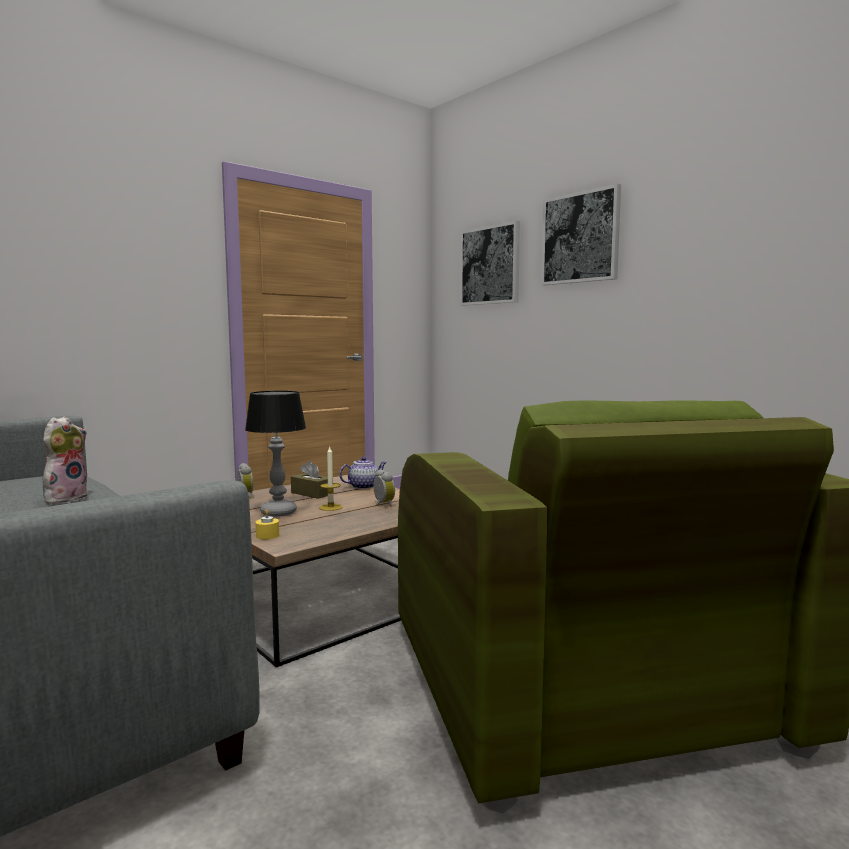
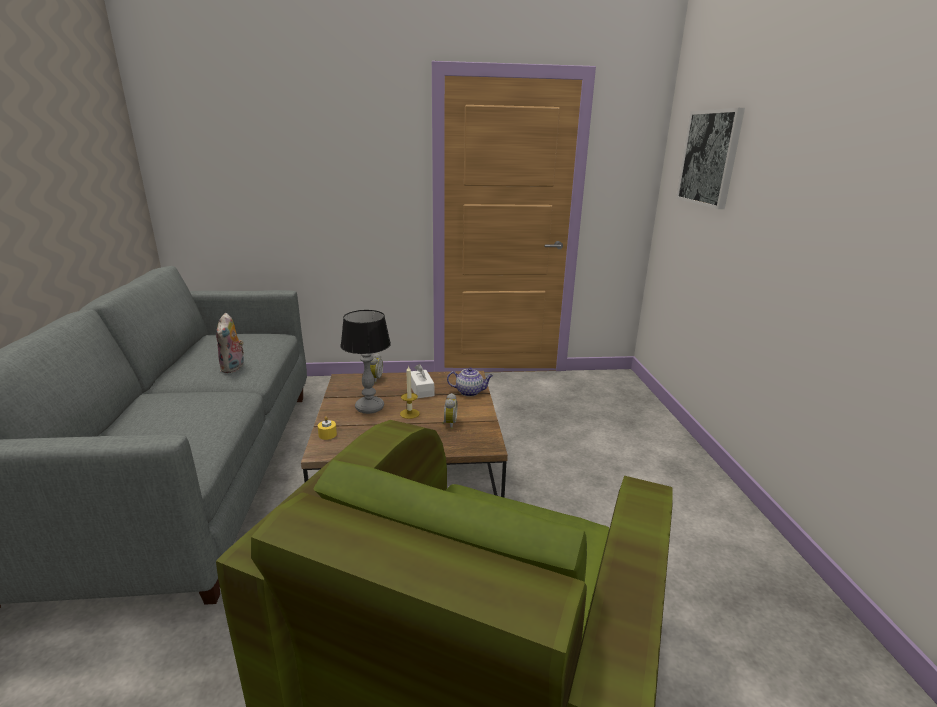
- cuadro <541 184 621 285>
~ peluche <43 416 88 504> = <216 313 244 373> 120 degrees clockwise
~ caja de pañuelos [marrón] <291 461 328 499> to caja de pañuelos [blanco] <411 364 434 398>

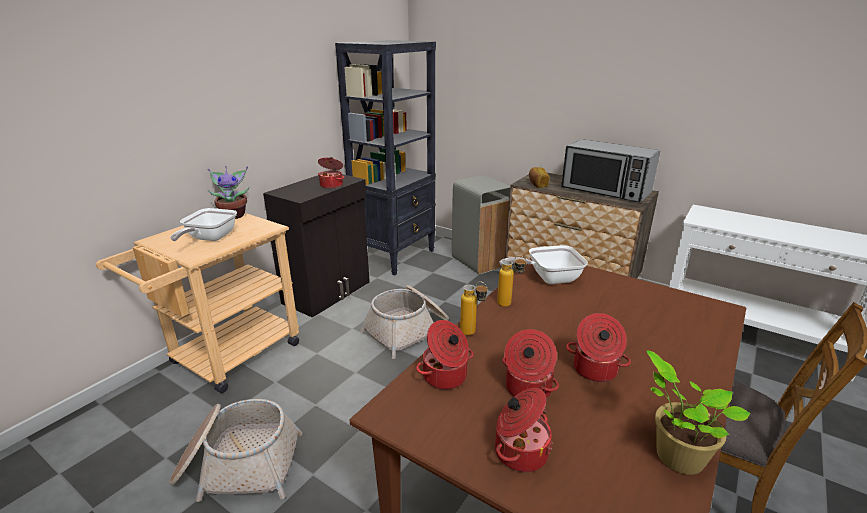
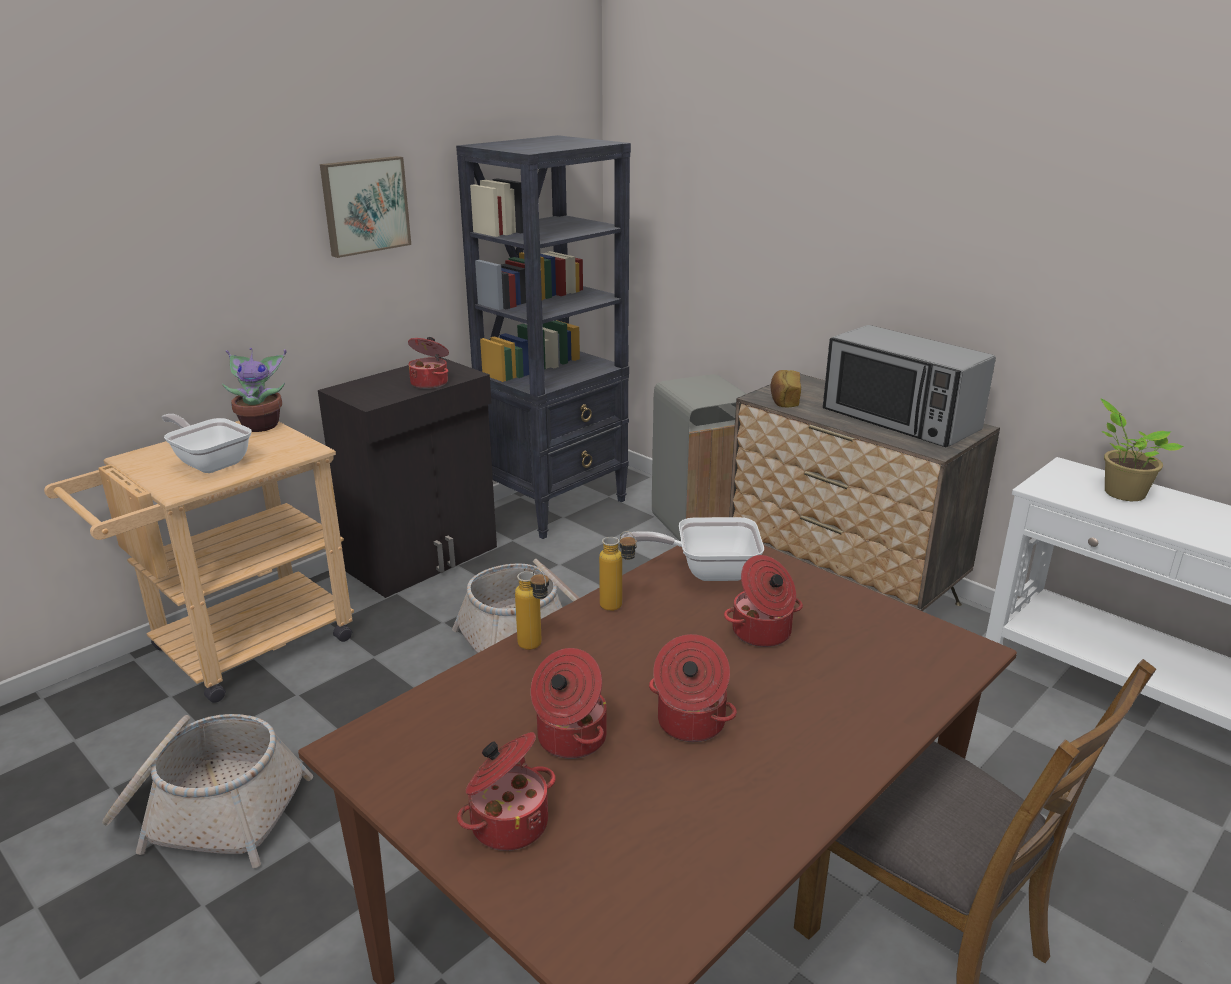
~ sartén <170 208 237 241> = <162 414 252 473> 105 degrees clockwise
~ olla <416 320 474 390> to <724 555 803 647>
~ planta en maceta <647 350 751 475> to <1101 399 1184 501>
+ cuadro <320 156 411 258>

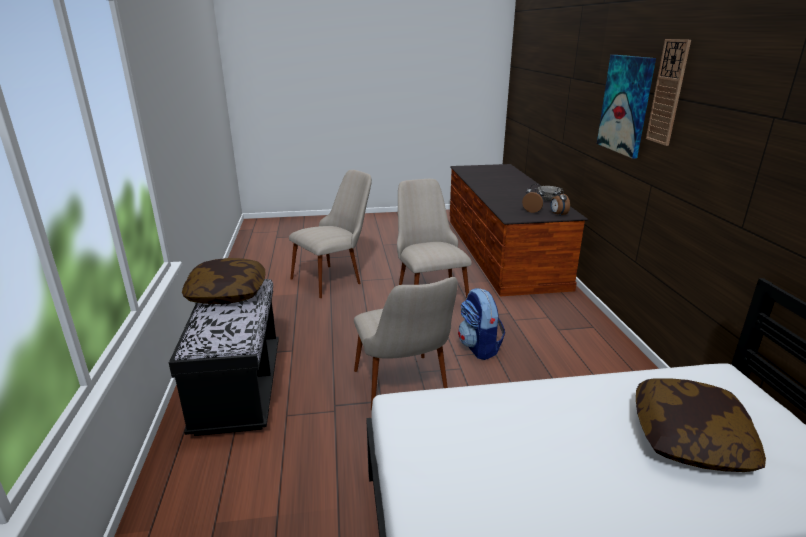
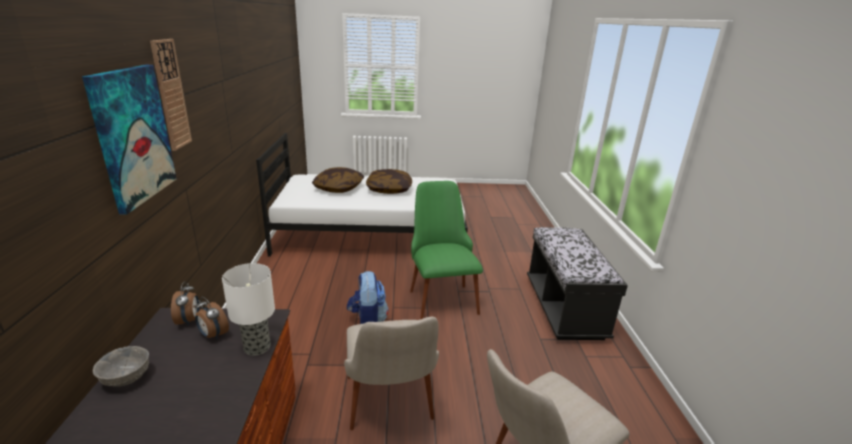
~ cojín <182 258 266 304> to <366 169 412 194>
~ silla [beis] <354 277 458 410> to silla [verde] <410 181 483 319>
+ lámpara de mesa <222 263 275 356>

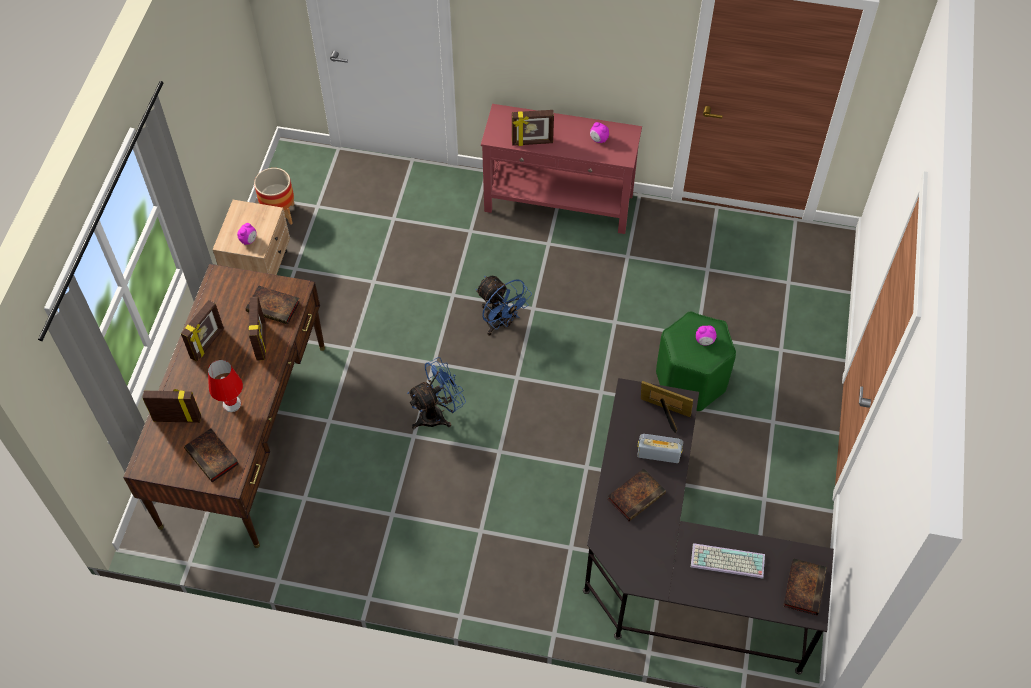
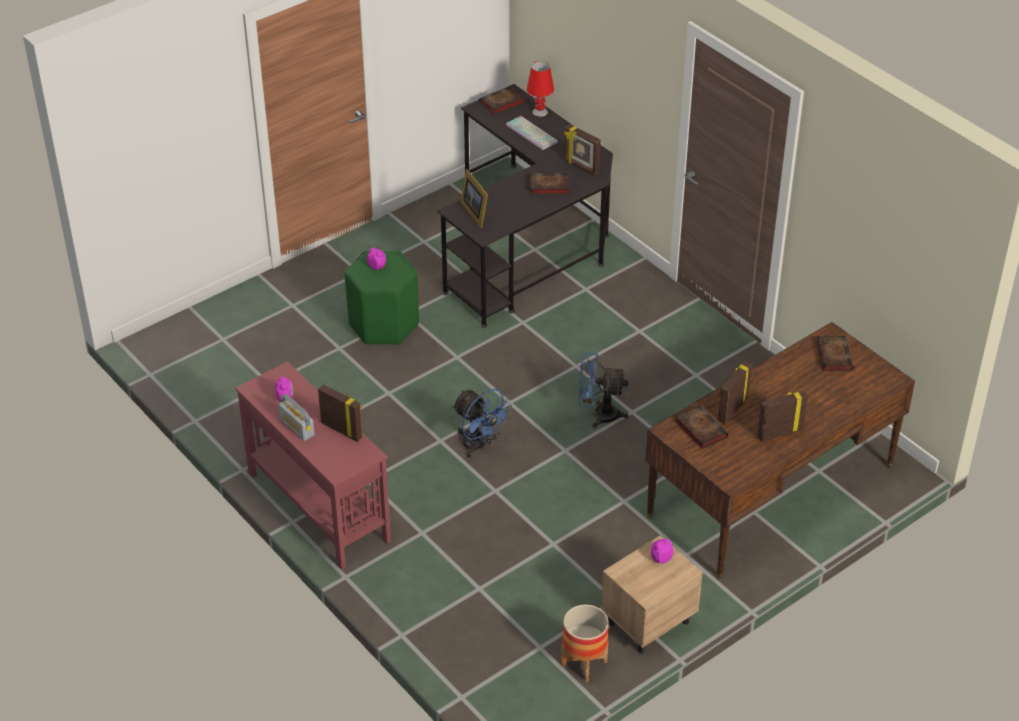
~ ventilador [azul] <476 276 532 336> = <452 389 512 458> 135 degrees clockwise
~ lámpara de mesa [rojo] <208 360 243 412> to <527 61 554 117>
~ portarretratos <142 389 201 423> to <564 124 601 175>
~ radio <637 434 683 463> to <279 394 315 441>

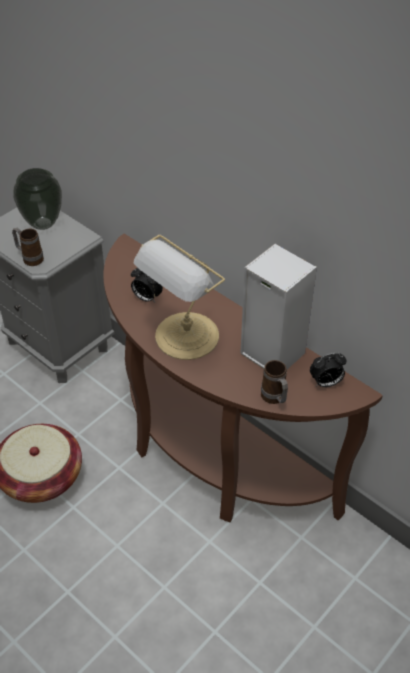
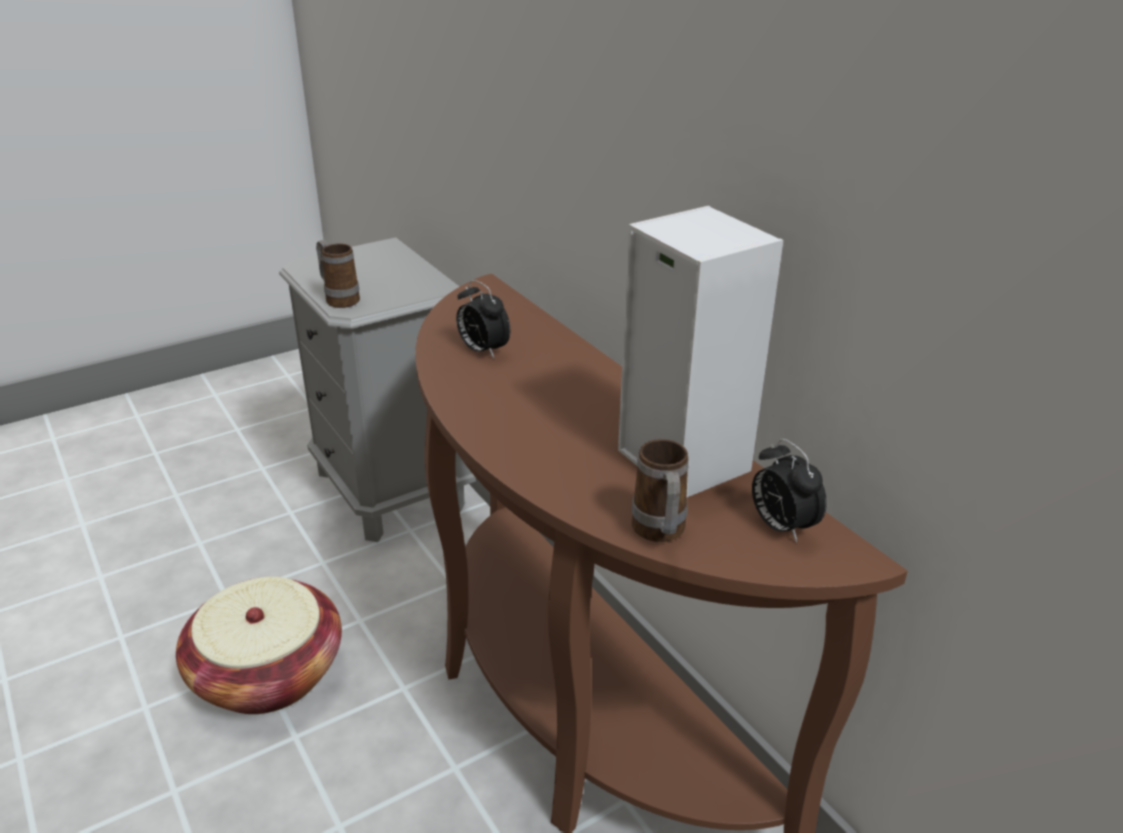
- florero <13 168 62 230>
- lámpara de mesa <133 235 225 360>
~ despertador <310 353 347 387> = <752 438 827 543> 60 degrees clockwise

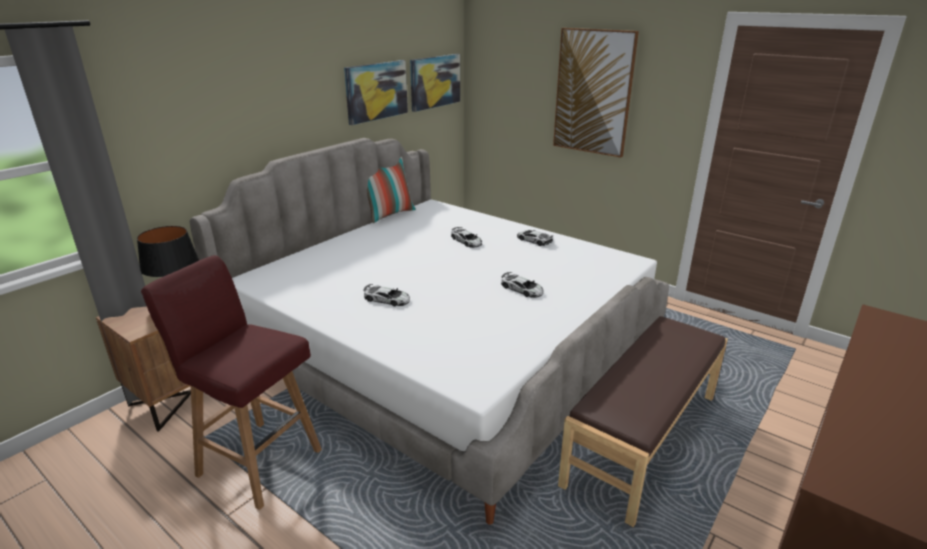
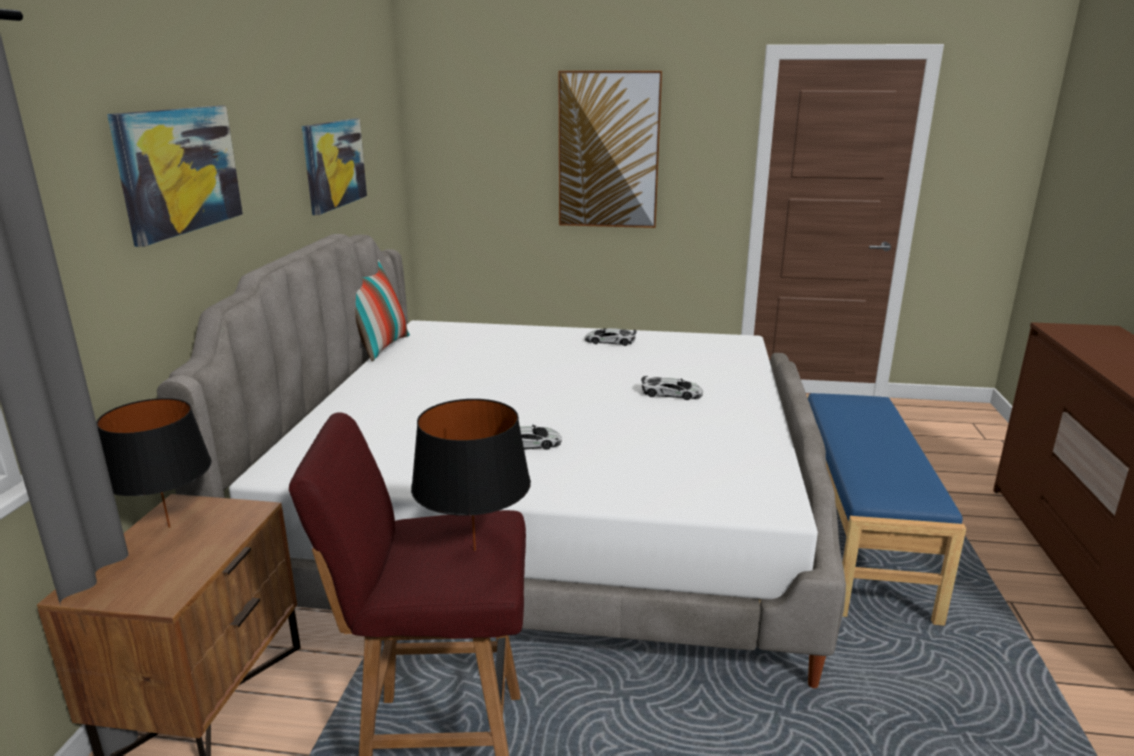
~ cuadro <410 54 460 112> to <107 106 243 247>
- coche de juguete <451 227 482 248>
~ banco [marrón] <558 316 728 527> to banco [azul] <807 393 966 626>
+ lámpara de mesa [negro] <411 399 531 551>

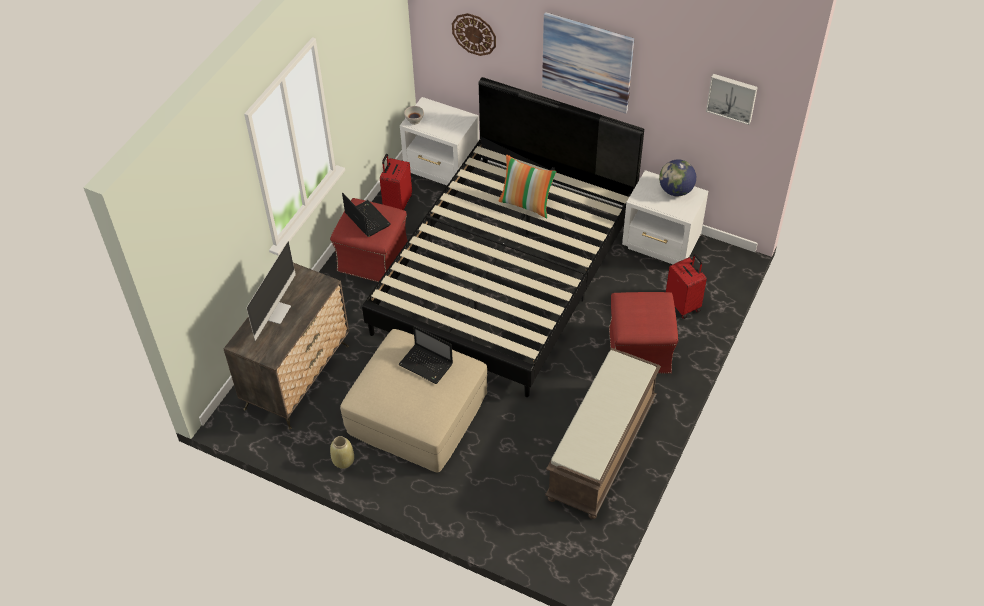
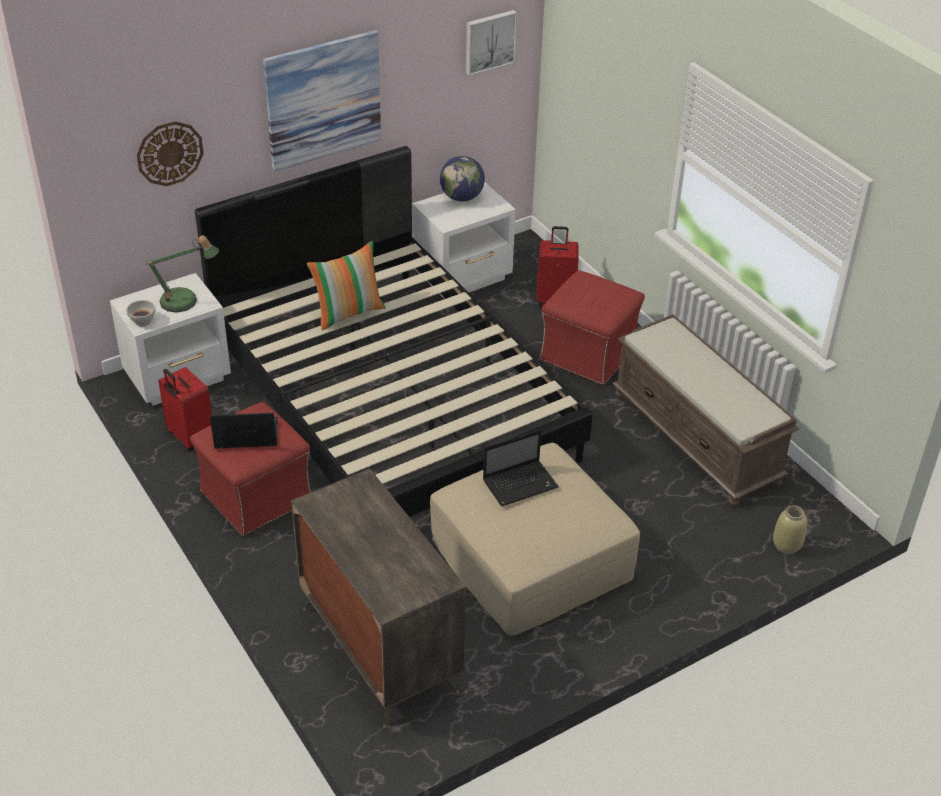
- monitor <246 241 296 341>
~ florero [beis] <330 436 354 469> to <773 506 807 554>
+ lámpara de mesa <148 235 219 313>

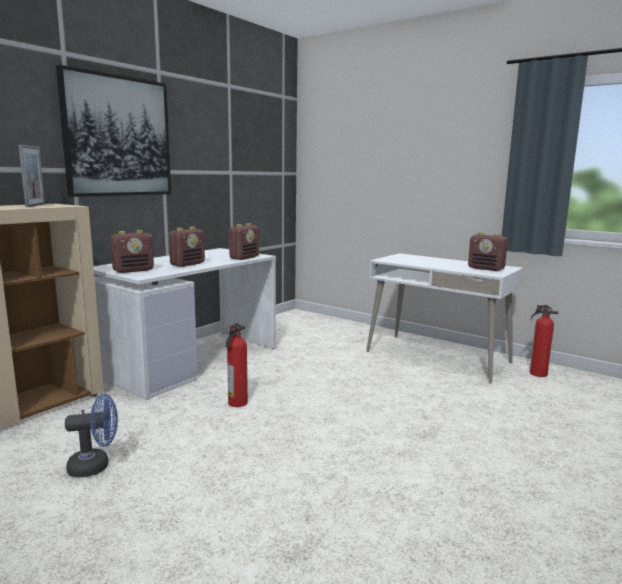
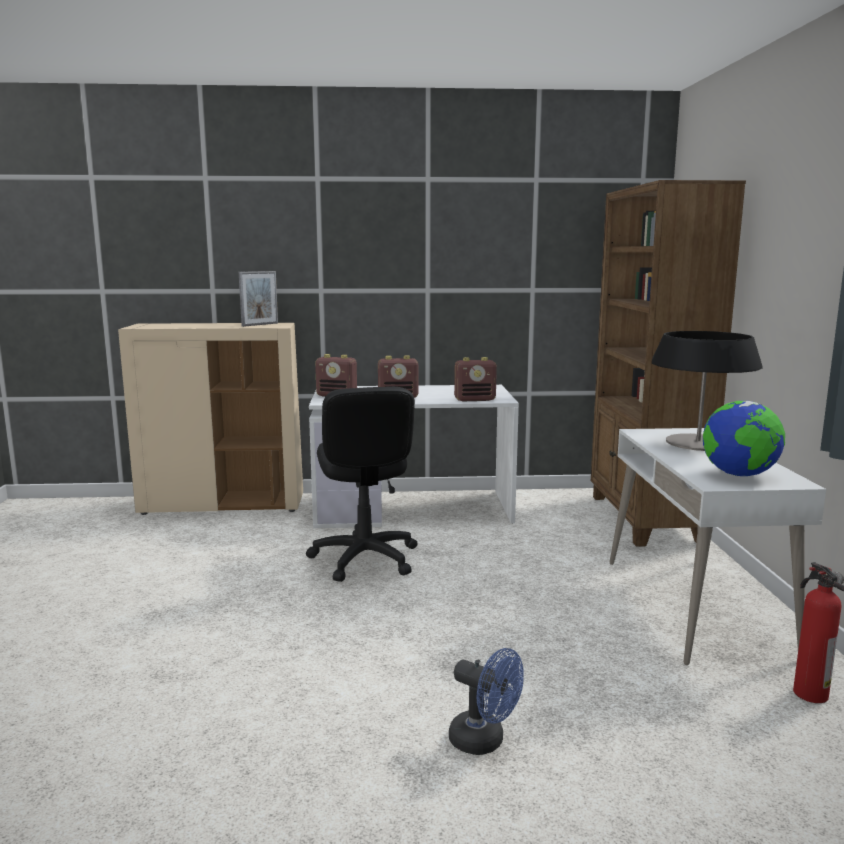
- cuadro <56 65 171 197>
~ radio <468 232 508 271> to globo terráqueo <703 401 785 477>
~ extintor <226 323 248 407> to silla de oficina [negro] <306 387 418 582>
~ ventilador [azul] <65 394 118 478> to <449 648 524 755>
+ estantería [marrón] <591 180 746 547>
+ lámpara de mesa <652 331 763 451>

